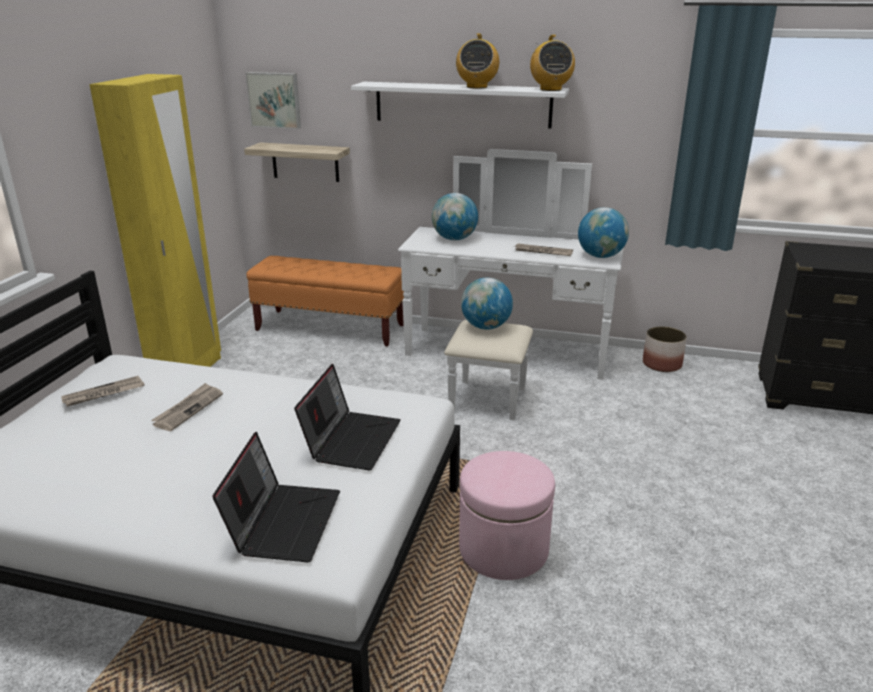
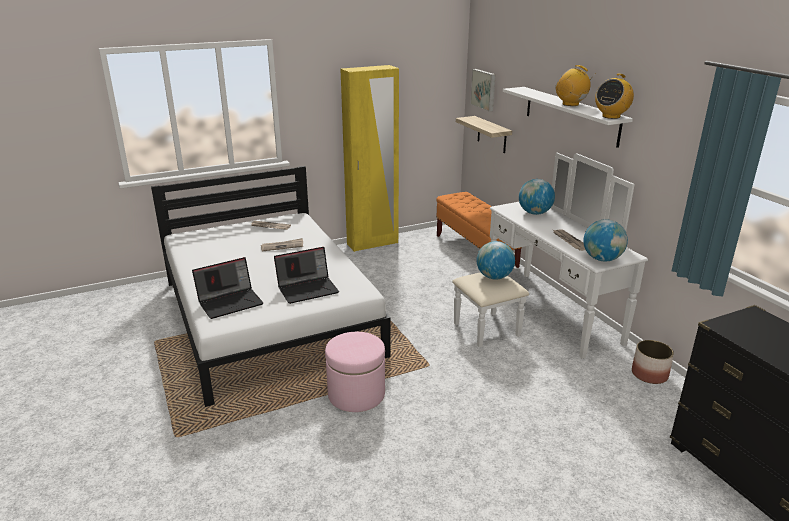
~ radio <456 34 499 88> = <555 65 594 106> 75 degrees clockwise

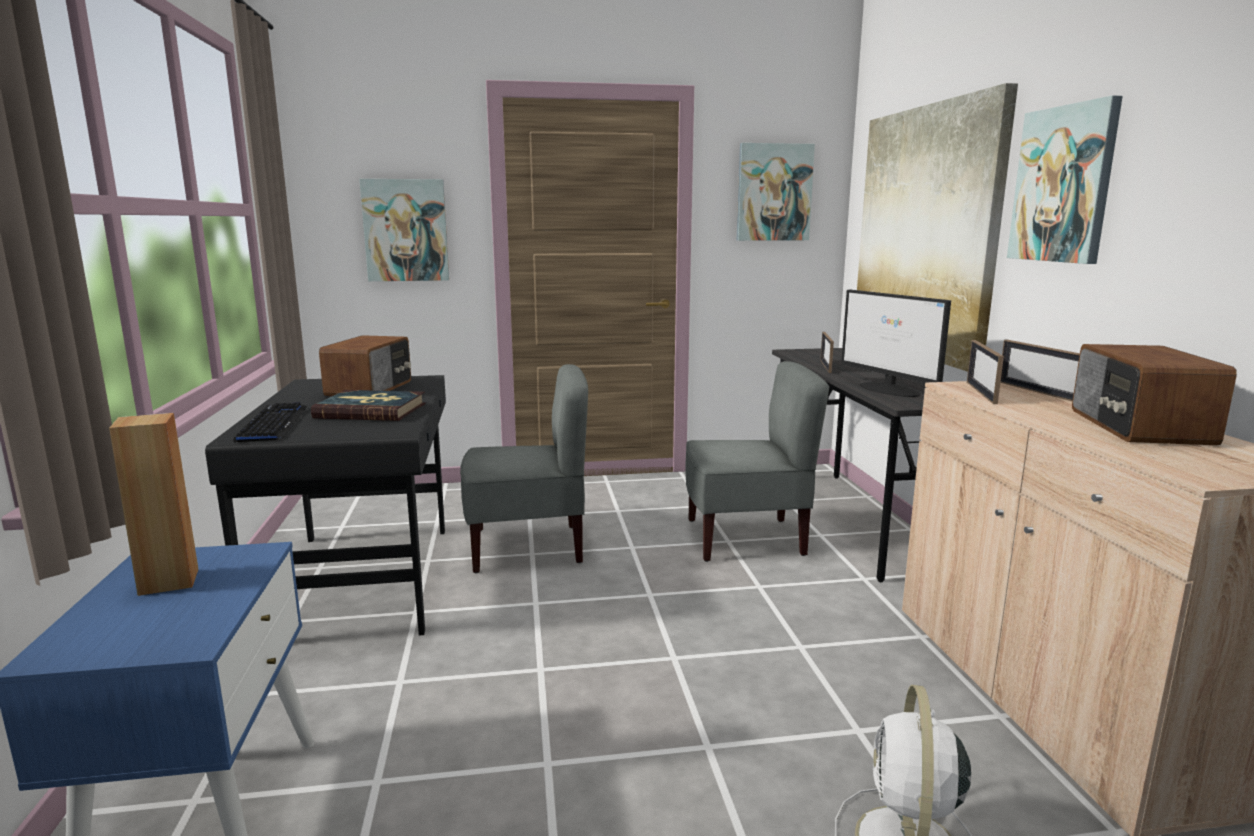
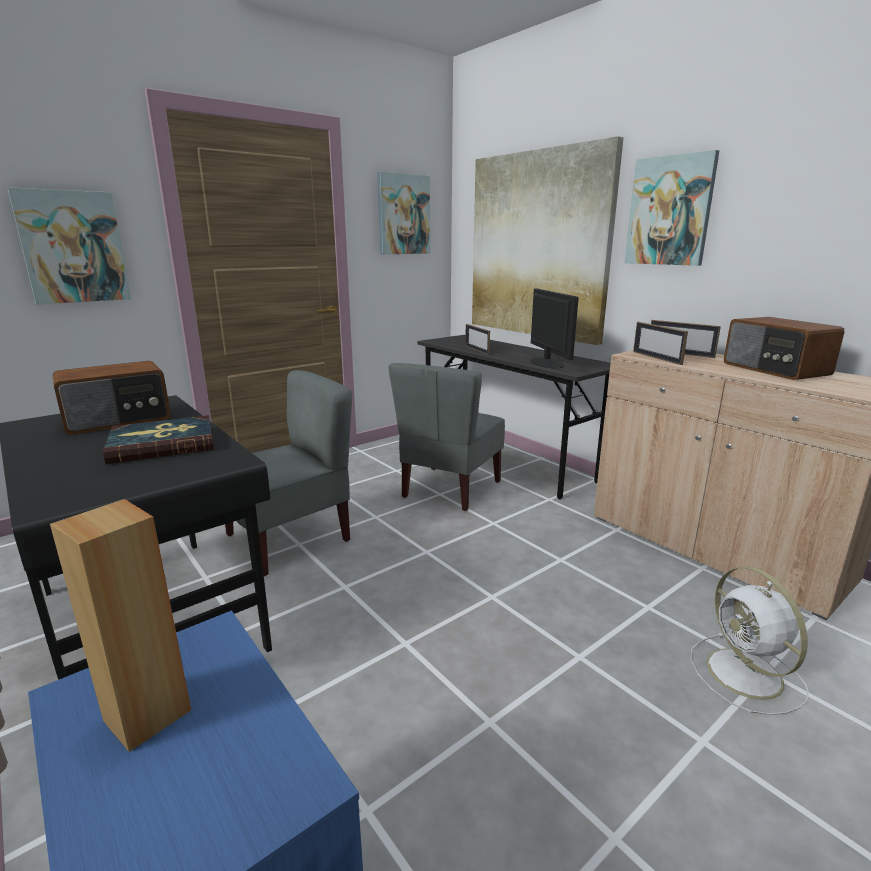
~ monitor <841 290 951 397> = <530 289 579 368> 135 degrees counterclockwise
~ radio <319 335 411 396> = <53 361 171 435> 75 degrees clockwise
~ silla [gris] <685 361 829 562> = <389 363 505 511> 150 degrees clockwise
- teclado <233 402 307 443>

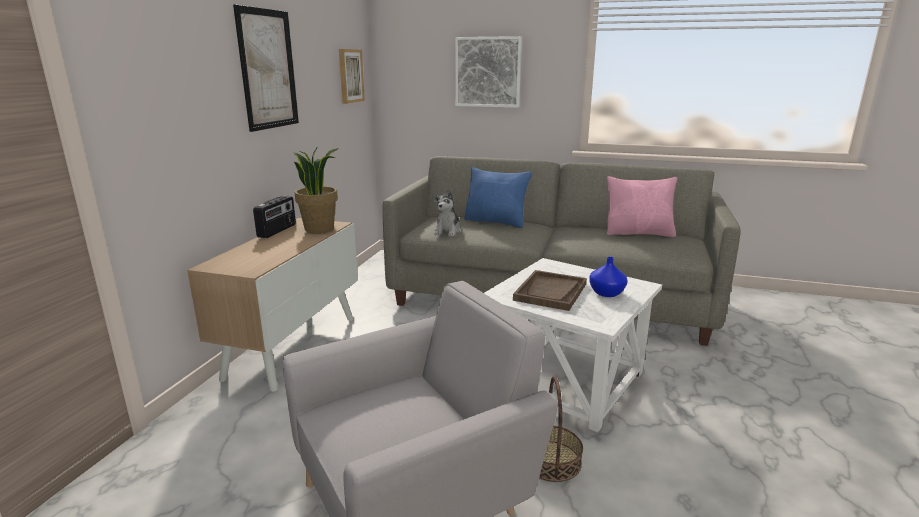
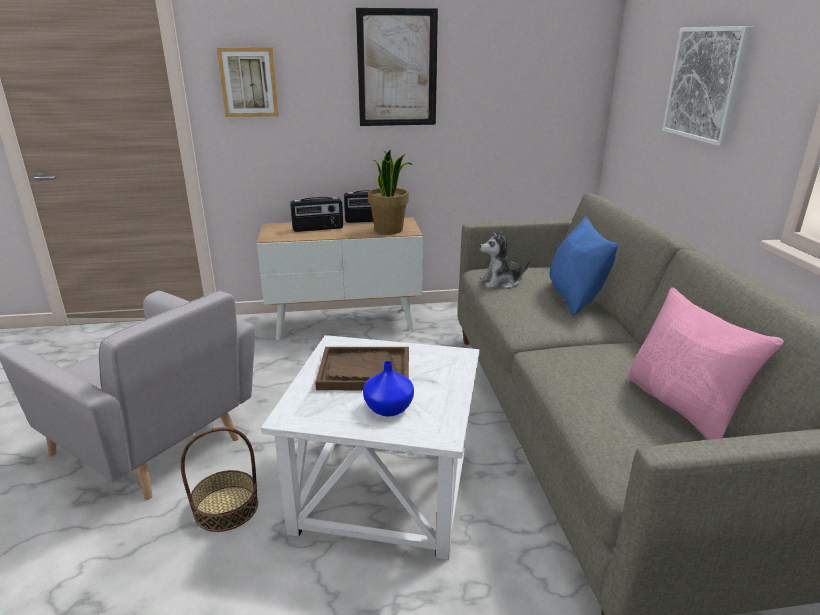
~ cuadro <339 49 365 104> to <217 47 279 117>
+ radio <290 197 343 232>

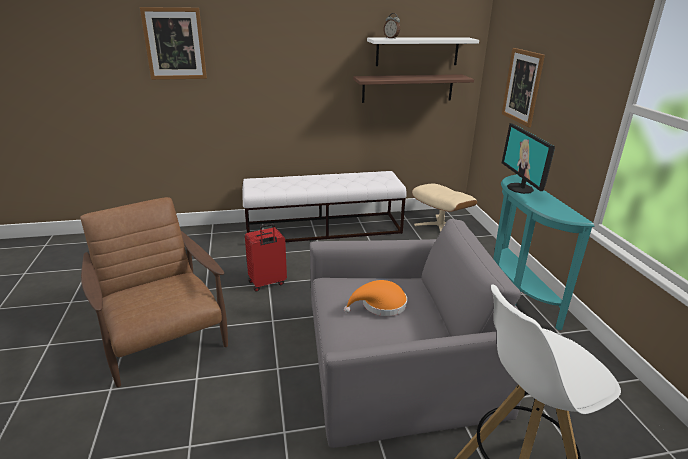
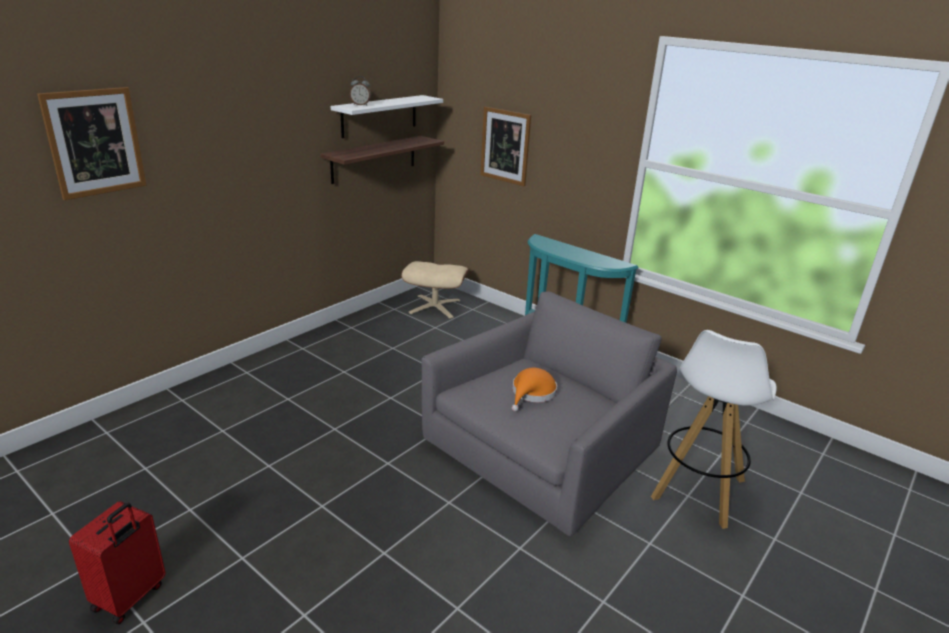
- monitor <502 123 555 194>
- banco [blanco] <242 171 406 242>
- sillón [marrón] <80 197 228 387>
~ maleta [rojo] <245 224 287 292> to <69 501 166 624>

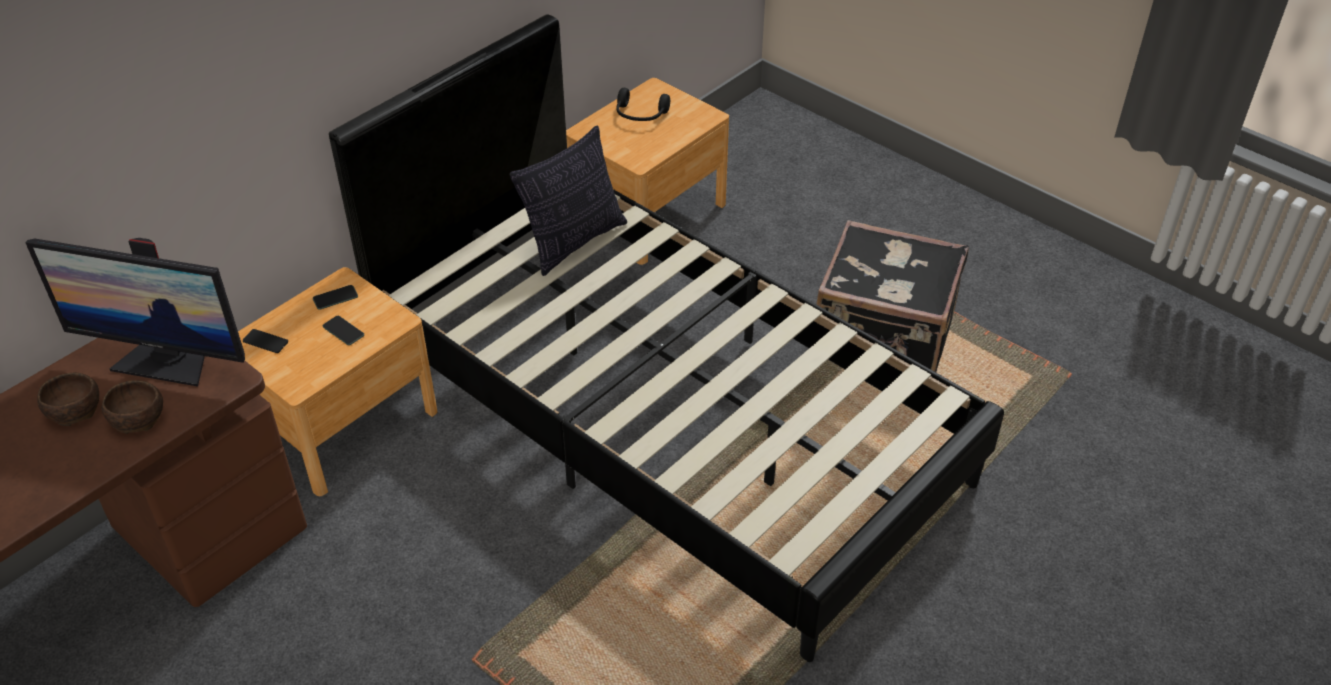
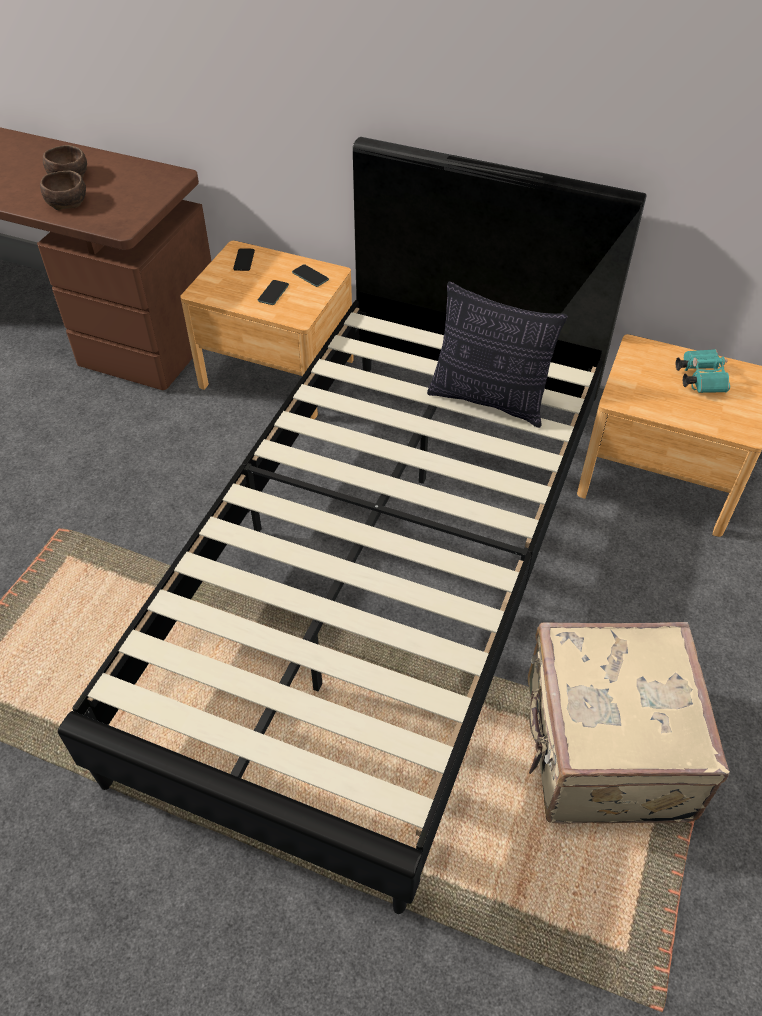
~ auriculares [negro] <616 88 670 121> to prismáticos [turquesa] <676 349 730 393>
~ maleta [negro] <816 220 969 372> to maleta [beis] <528 622 730 824>
- monitor <25 238 245 387>

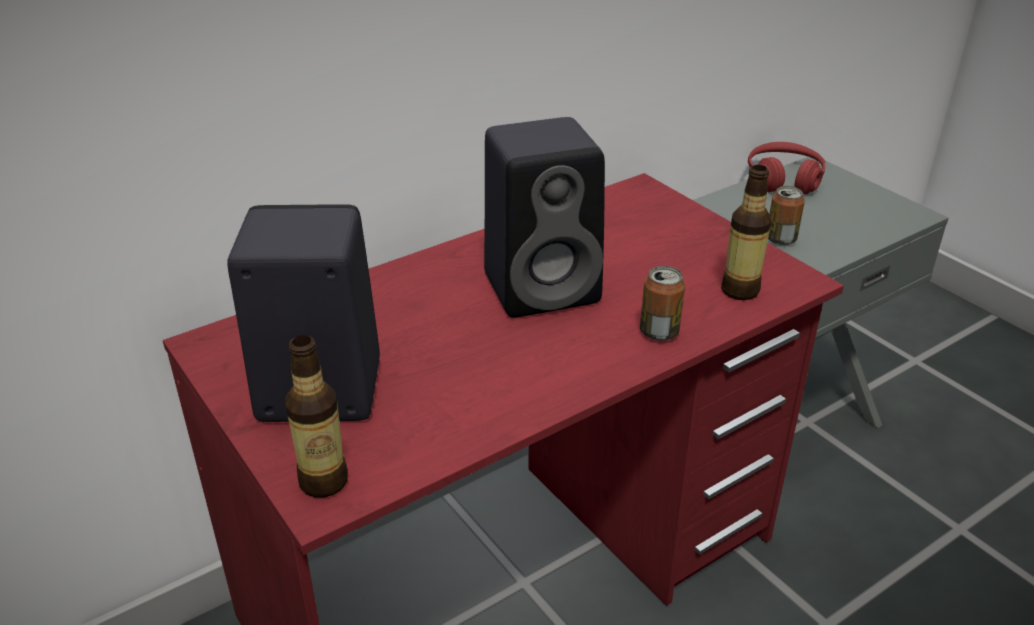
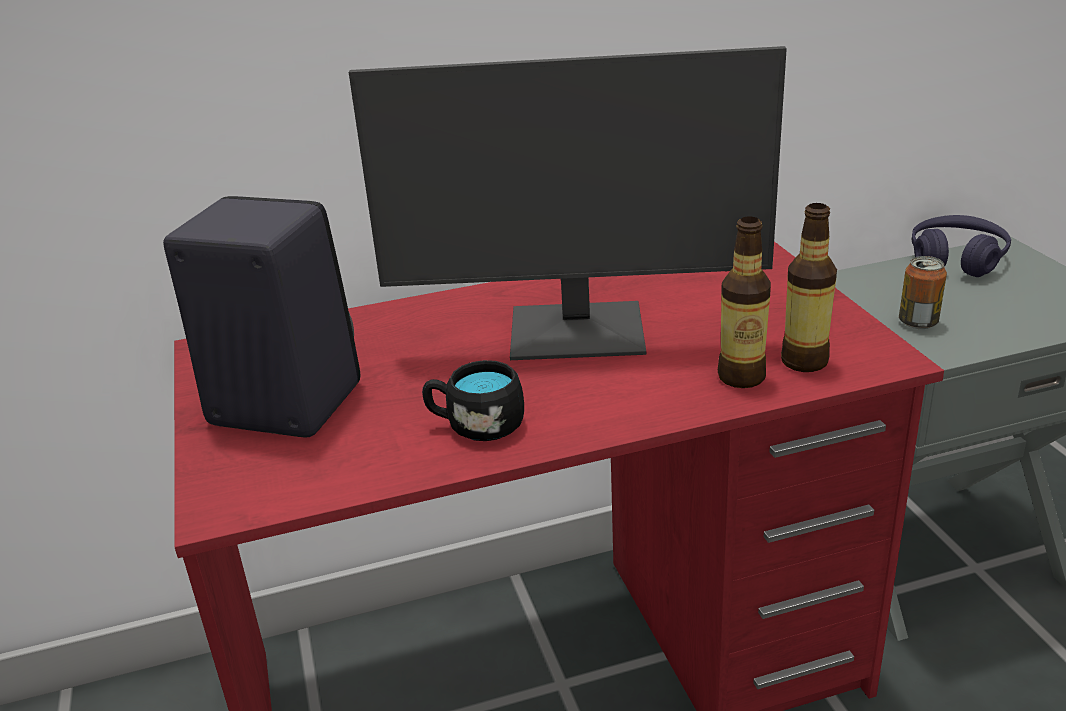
~ altavoz [negro] <484 117 605 317> to monitor <349 46 787 360>
~ auriculares [rojo] <748 142 825 194> to auriculares [morado] <912 215 1011 277>
- lata <640 266 685 341>
~ botella <285 335 348 497> to <718 217 771 388>
+ taza grande [negro] <422 360 524 441>

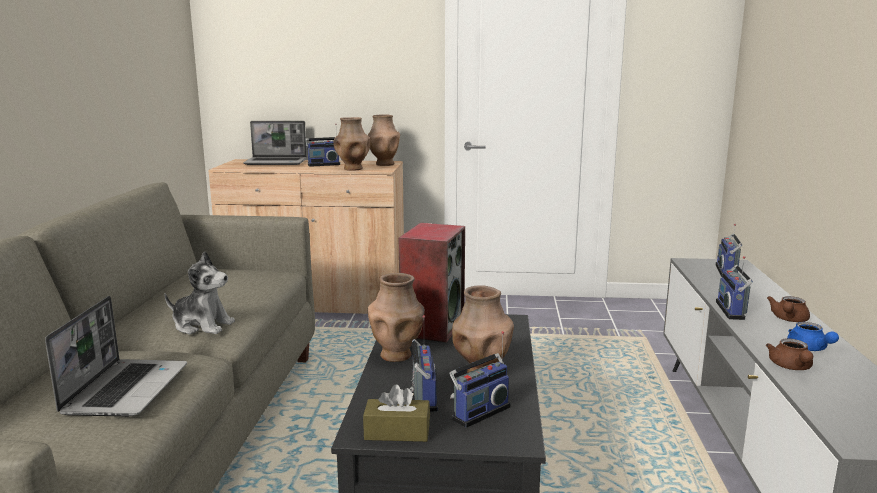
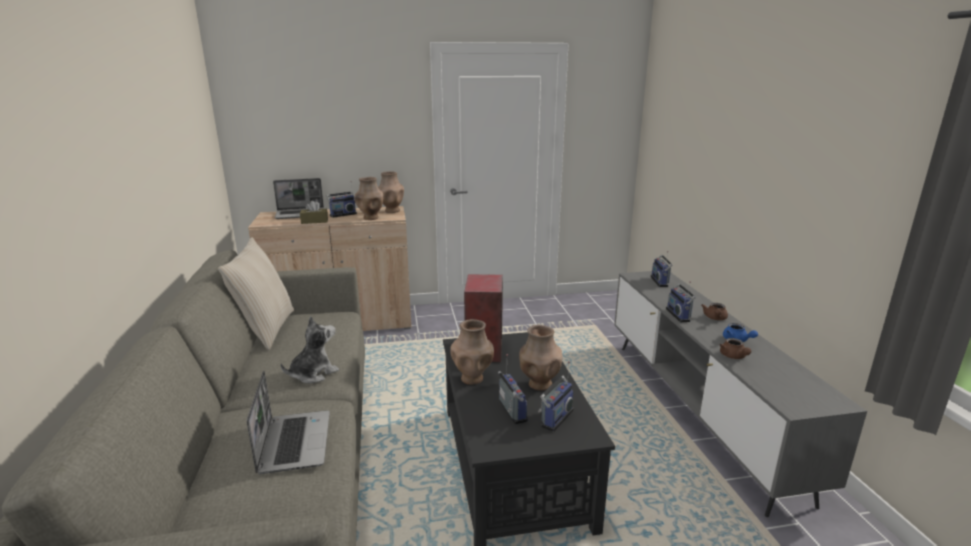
~ peluche <164 251 235 335> = <281 316 339 384> 45 degrees counterclockwise
~ caja de pañuelos [marrón] <363 384 430 442> to <300 201 328 224>
+ cojín [beis] <218 237 294 350>

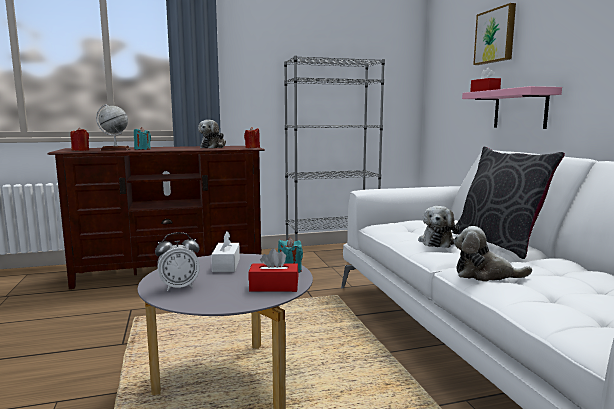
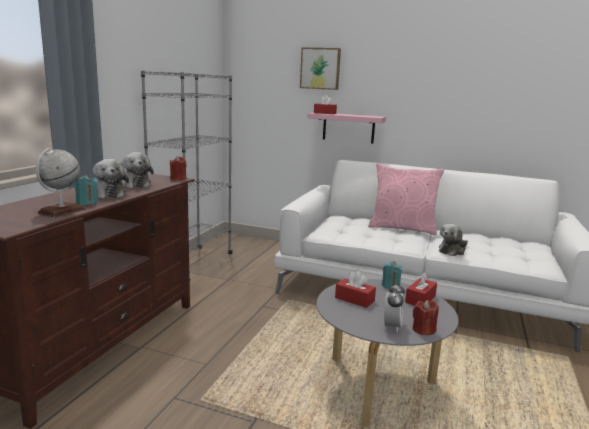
~ vela [rojo] <70 128 89 151> to <412 300 439 335>
~ cojín [gris] <452 147 565 259> to cojín [rosa] <368 163 444 235>
~ peluche <418 206 459 248> to <93 159 129 199>
~ caja de pañuelos [blanco] <211 231 240 272> to caja de pañuelos [rojo] <335 271 376 308>

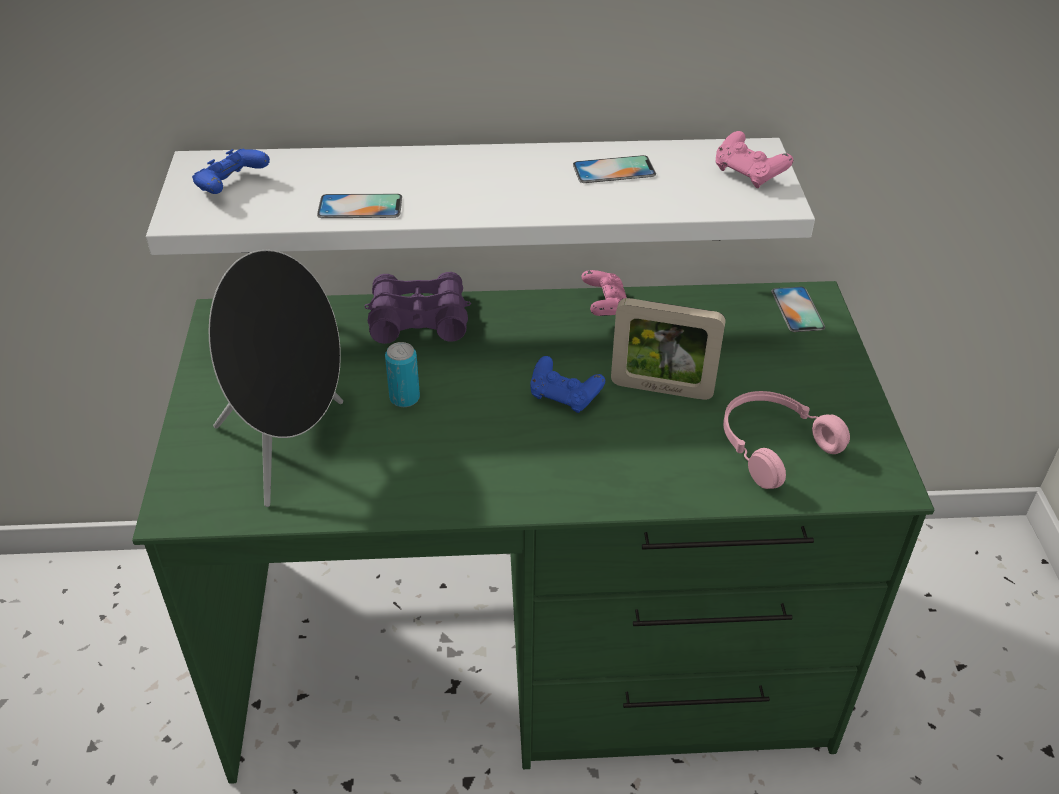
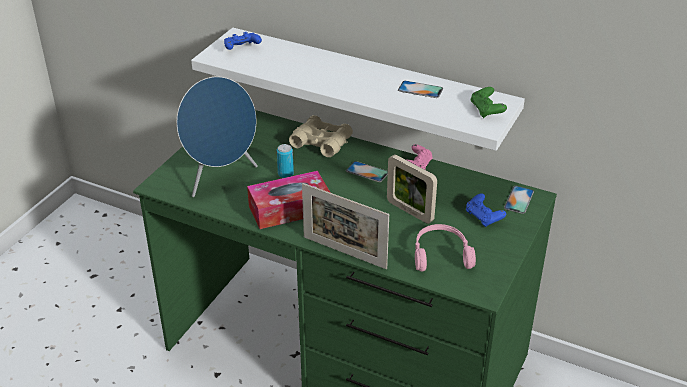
~ mando de consola [rosa] <716 131 793 188> to mando de consola [verde] <470 87 507 118>
~ móvil <317 194 402 218> to <346 161 388 182>
~ altavoz [negro] <209 250 343 507> to altavoz [azul] <177 77 258 197>
~ prismáticos [morado] <365 272 471 344> to prismáticos [beis] <289 115 353 157>
~ mando de consola [azul] <530 356 605 413> to <466 193 506 227>
+ caja de pañuelos <247 171 331 229>
+ portarretratos <302 183 389 269>

